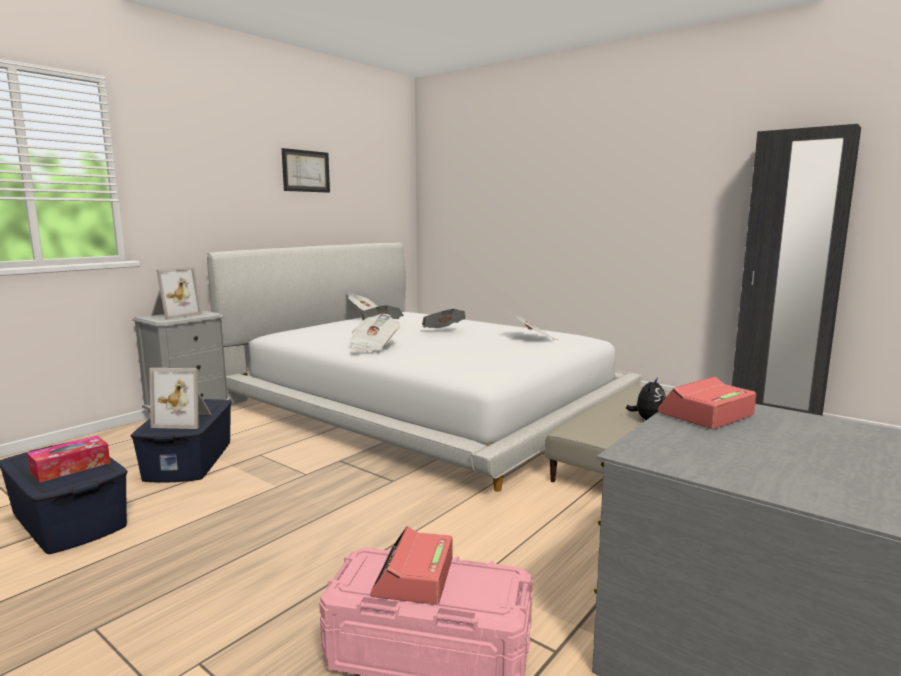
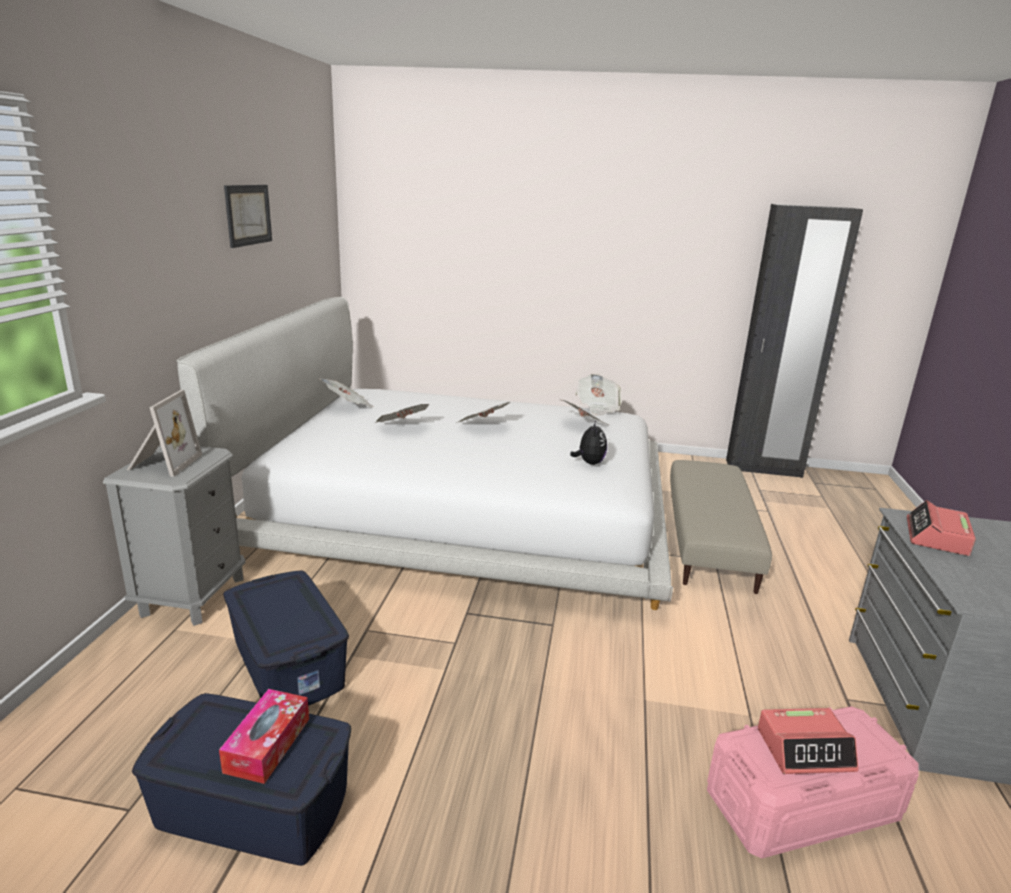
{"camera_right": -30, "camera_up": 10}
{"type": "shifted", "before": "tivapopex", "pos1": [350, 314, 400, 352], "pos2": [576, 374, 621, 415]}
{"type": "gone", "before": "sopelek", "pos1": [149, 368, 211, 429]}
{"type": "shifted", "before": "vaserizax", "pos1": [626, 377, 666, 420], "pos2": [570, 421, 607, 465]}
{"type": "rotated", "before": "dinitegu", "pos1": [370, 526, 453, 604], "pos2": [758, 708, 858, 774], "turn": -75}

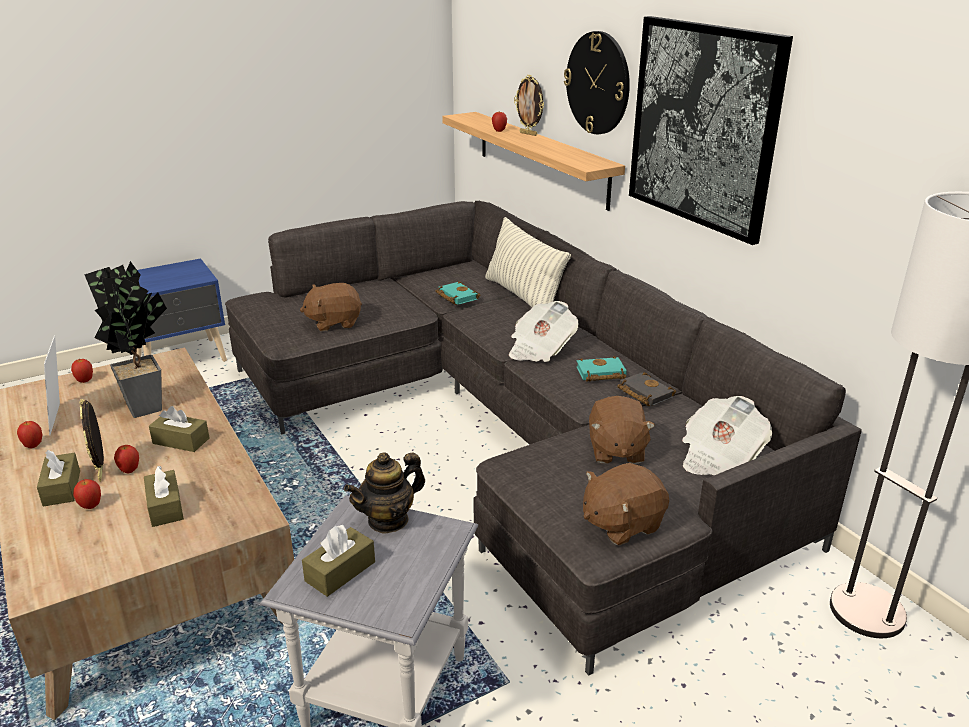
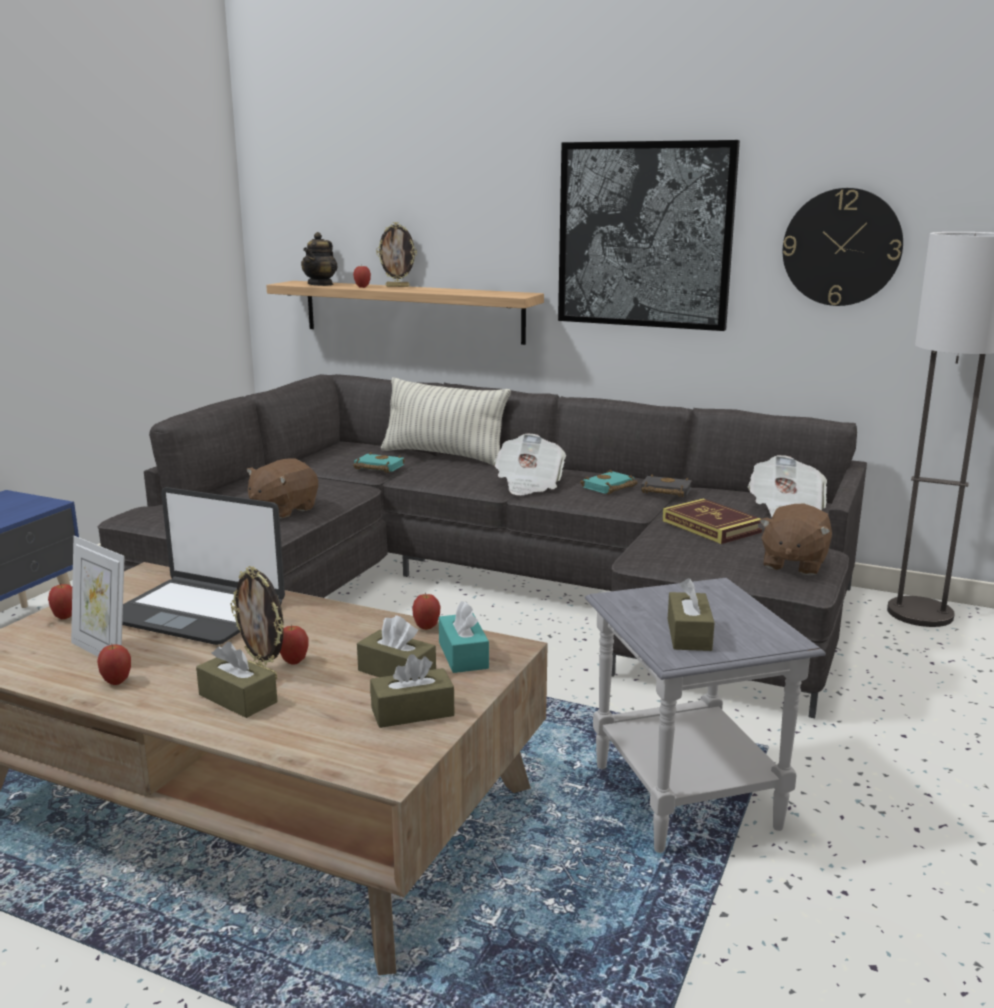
{"camera_right": -35, "camera_up": -10}
{"type": "shifted", "before": "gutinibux", "pos1": [564, 31, 630, 134], "pos2": [783, 188, 903, 306]}
{"type": "swapped", "before": "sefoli", "after": "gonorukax", "pos1": [84, 261, 167, 418], "pos2": [122, 487, 285, 645]}
{"type": "swapped", "before": "vaserizax (brown)", "after": "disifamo", "pos1": [589, 396, 655, 464], "pos2": [663, 498, 762, 544]}
{"type": "shifted", "before": "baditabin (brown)", "pos1": [149, 406, 209, 452], "pos2": [370, 654, 454, 728]}
{"type": "shifted", "before": "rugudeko", "pos1": [344, 452, 425, 534], "pos2": [301, 232, 338, 286]}
{"type": "shifted", "before": "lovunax", "pos1": [73, 479, 101, 509], "pos2": [412, 593, 441, 630]}
{"type": "new", "after": "baditabin (turquoise)", "pos2": [439, 601, 489, 673]}

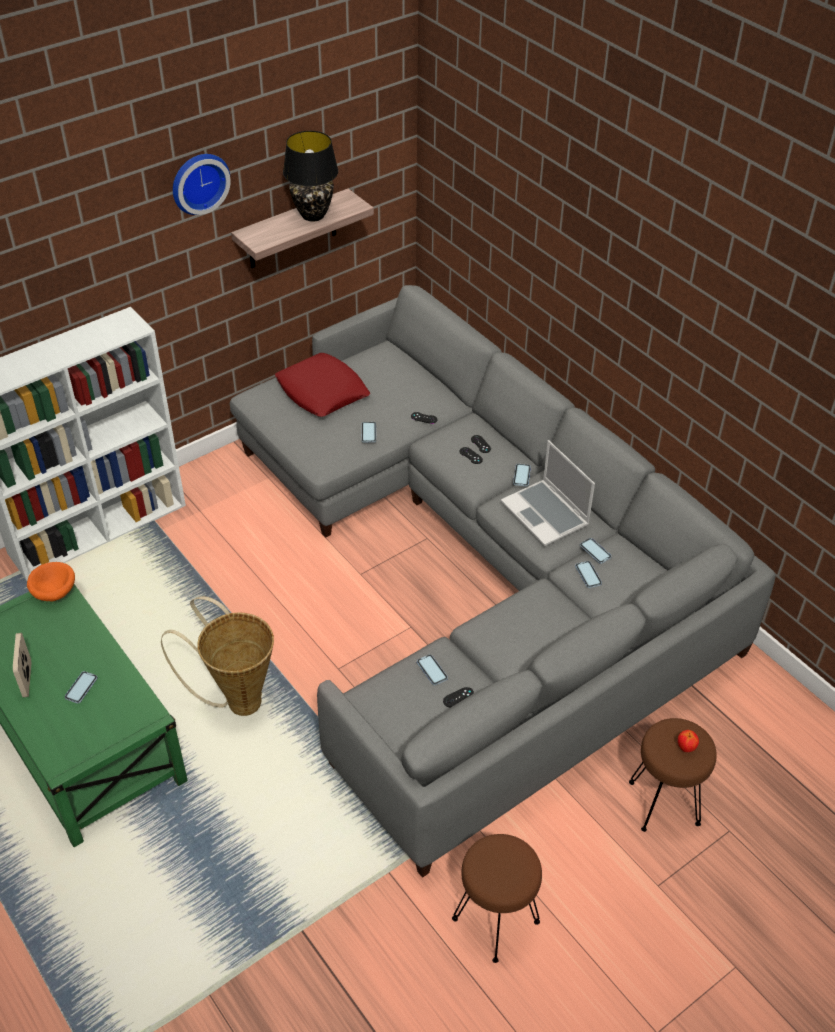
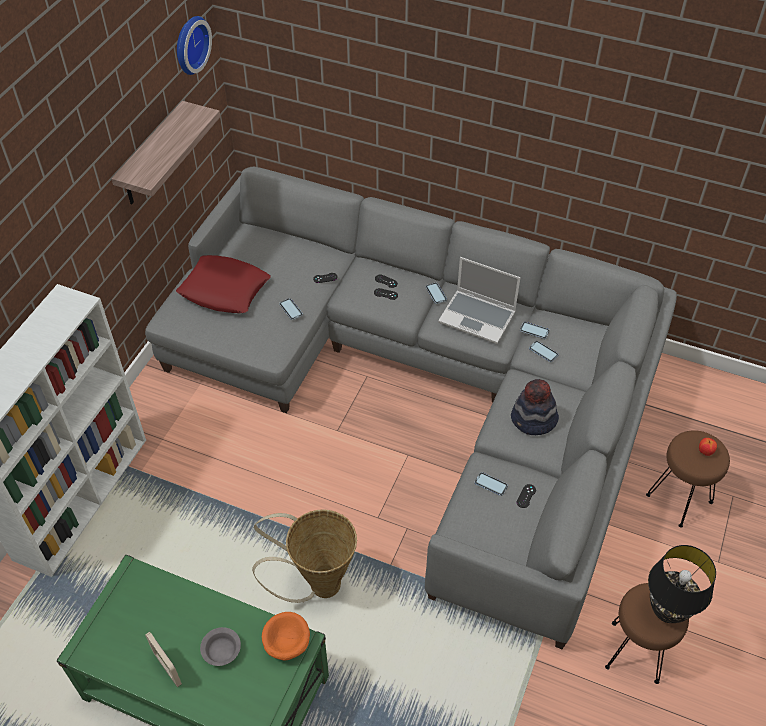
{"camera_right": -30, "camera_up": 5}
{"type": "shifted", "before": "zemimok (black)", "pos1": [283, 131, 338, 222], "pos2": [648, 545, 716, 623]}
{"type": "shifted", "before": "gutinibux", "pos1": [173, 154, 231, 215], "pos2": [177, 16, 212, 75]}
{"type": "shifted", "before": "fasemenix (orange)", "pos1": [27, 562, 75, 601], "pos2": [262, 612, 310, 661]}
{"type": "swapped", "before": "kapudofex", "after": "fasemenix (grey)", "pos1": [64, 671, 98, 703], "pos2": [200, 627, 241, 666]}
{"type": "new", "after": "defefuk", "pos2": [511, 379, 559, 435]}

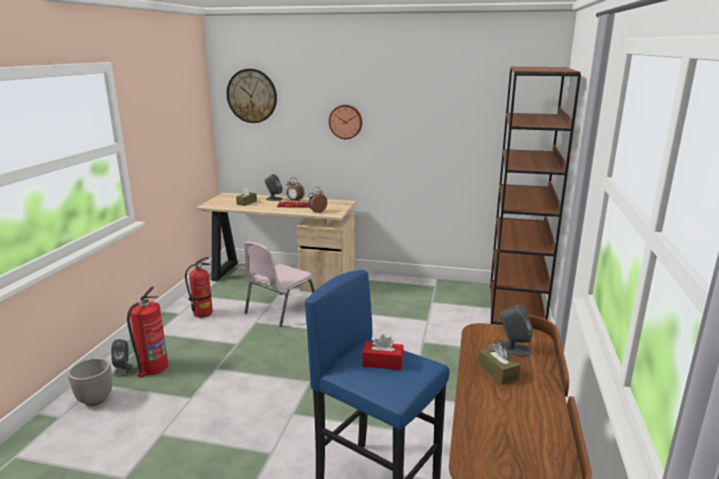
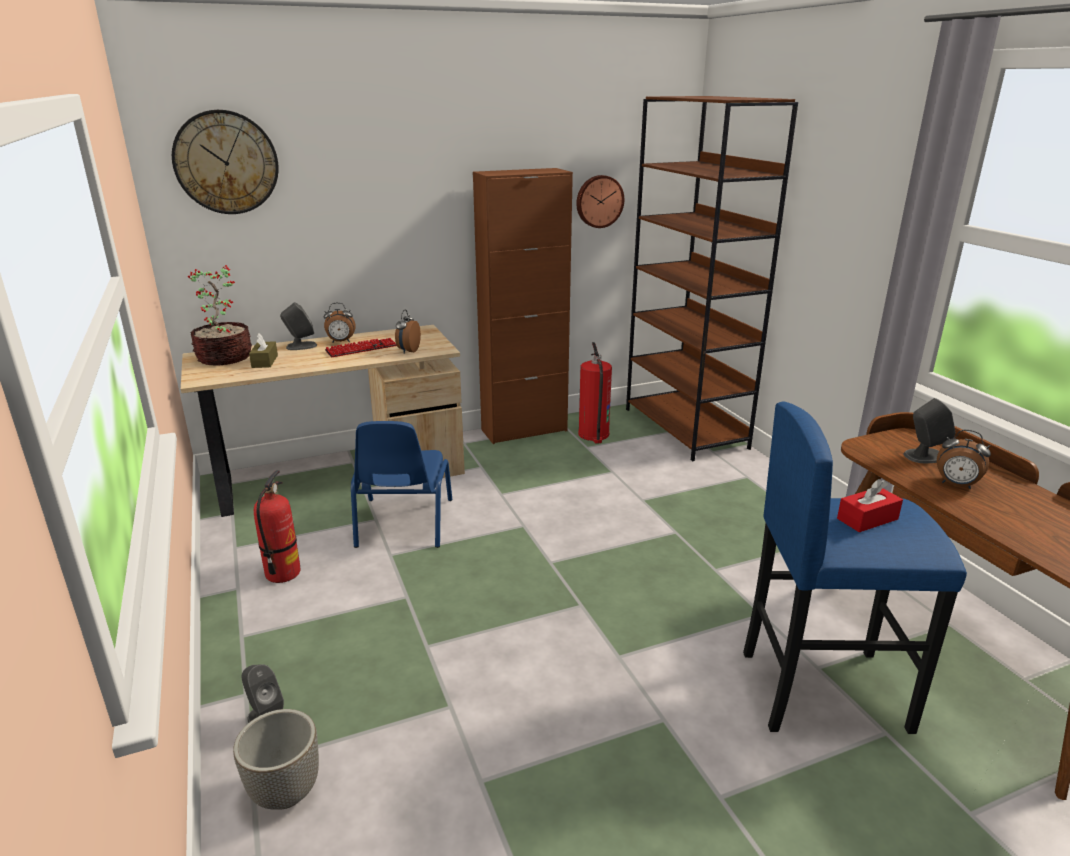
{"camera_right": -35, "camera_up": 5}
{"type": "shifted", "before": "gutinibux", "pos1": [329, 105, 362, 139], "pos2": [576, 175, 624, 228]}
{"type": "repainted", "before": "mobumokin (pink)", "after": "mobumokin (blue)", "pos1": [244, 242, 315, 327], "pos2": [351, 421, 452, 548]}
{"type": "shifted", "before": "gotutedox", "pos1": [127, 286, 169, 378], "pos2": [578, 342, 612, 444]}
{"type": "swapped", "before": "baditabin (brown)", "after": "dinitegu", "pos1": [478, 343, 520, 384], "pos2": [936, 430, 991, 489]}
{"type": "new", "after": "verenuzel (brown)", "pos2": [473, 168, 573, 444]}
{"type": "new", "after": "sefoli", "pos2": [187, 265, 252, 366]}

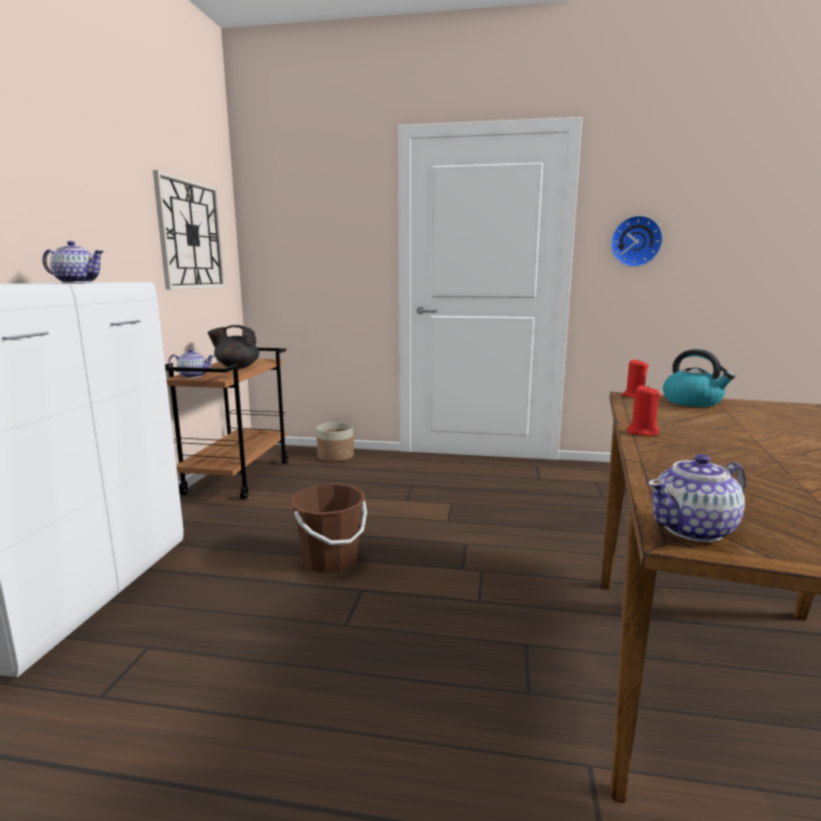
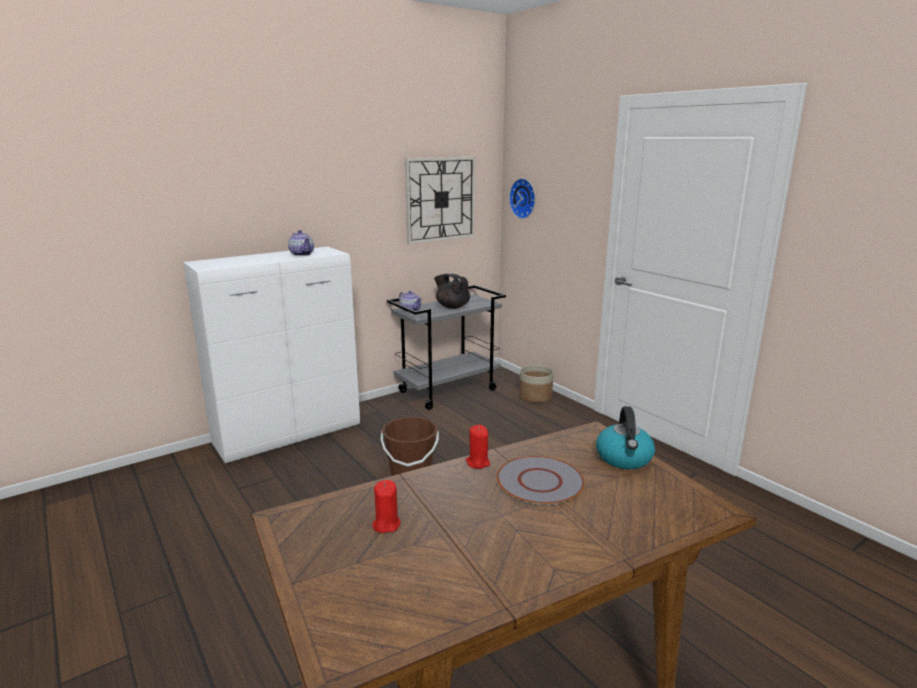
{"camera_right": 45, "camera_up": 5}
{"type": "shifted", "before": "gutinibux", "pos1": [610, 215, 663, 267], "pos2": [509, 178, 536, 219]}
{"type": "repainted", "before": "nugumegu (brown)", "after": "nugumegu (grey)", "pos1": [165, 348, 288, 500], "pos2": [387, 285, 506, 410]}
{"type": "shifted", "before": "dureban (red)", "pos1": [622, 359, 648, 398], "pos2": [372, 480, 401, 533]}
{"type": "gone", "before": "rugudeko", "pos1": [648, 454, 746, 542]}
{"type": "new", "after": "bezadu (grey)", "pos2": [496, 456, 585, 505]}

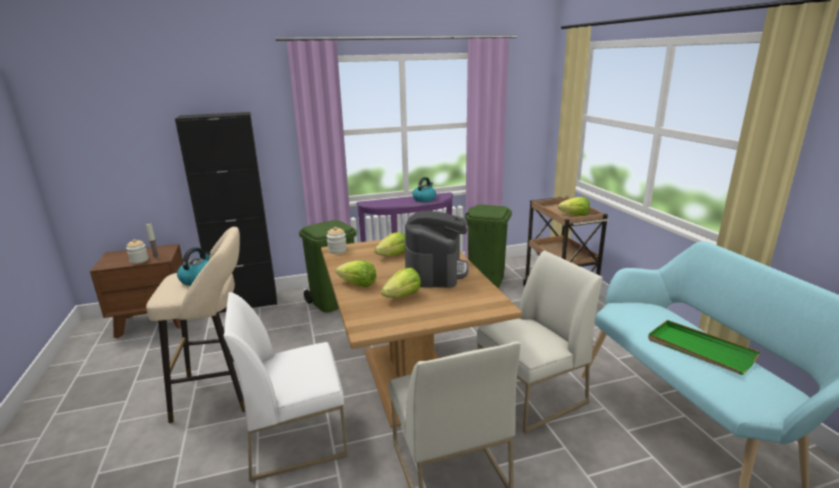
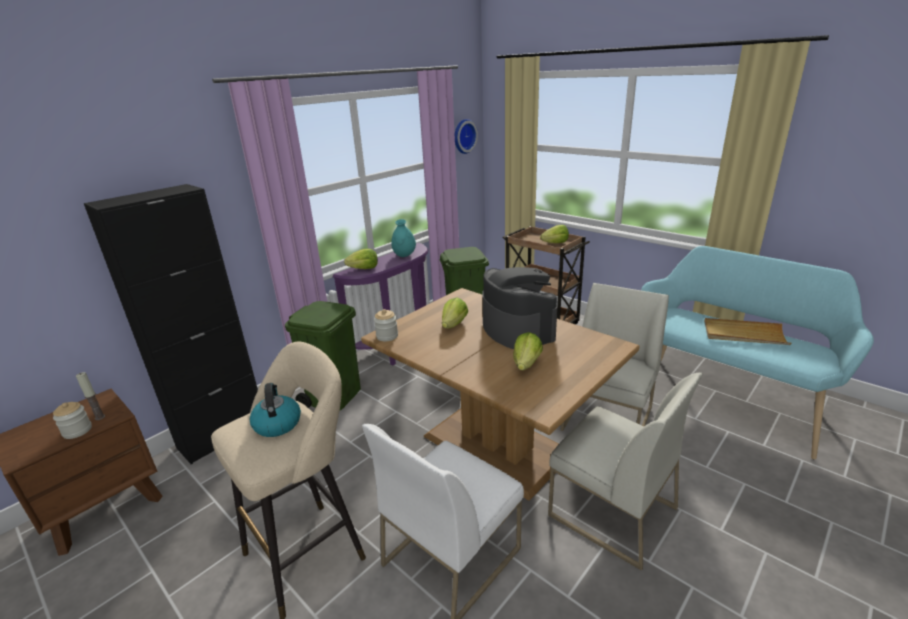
{"camera_right": -30, "camera_up": 5}
{"type": "swapped", "before": "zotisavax", "after": "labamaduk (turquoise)", "pos1": [412, 177, 436, 202], "pos2": [391, 219, 416, 257]}
{"type": "shifted", "before": "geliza", "pos1": [335, 260, 376, 287], "pos2": [344, 249, 378, 269]}
{"type": "repainted", "before": "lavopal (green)", "after": "lavopal (beige)", "pos1": [648, 320, 760, 375], "pos2": [704, 318, 792, 345]}
{"type": "new", "after": "gutinibux", "pos2": [455, 119, 478, 154]}

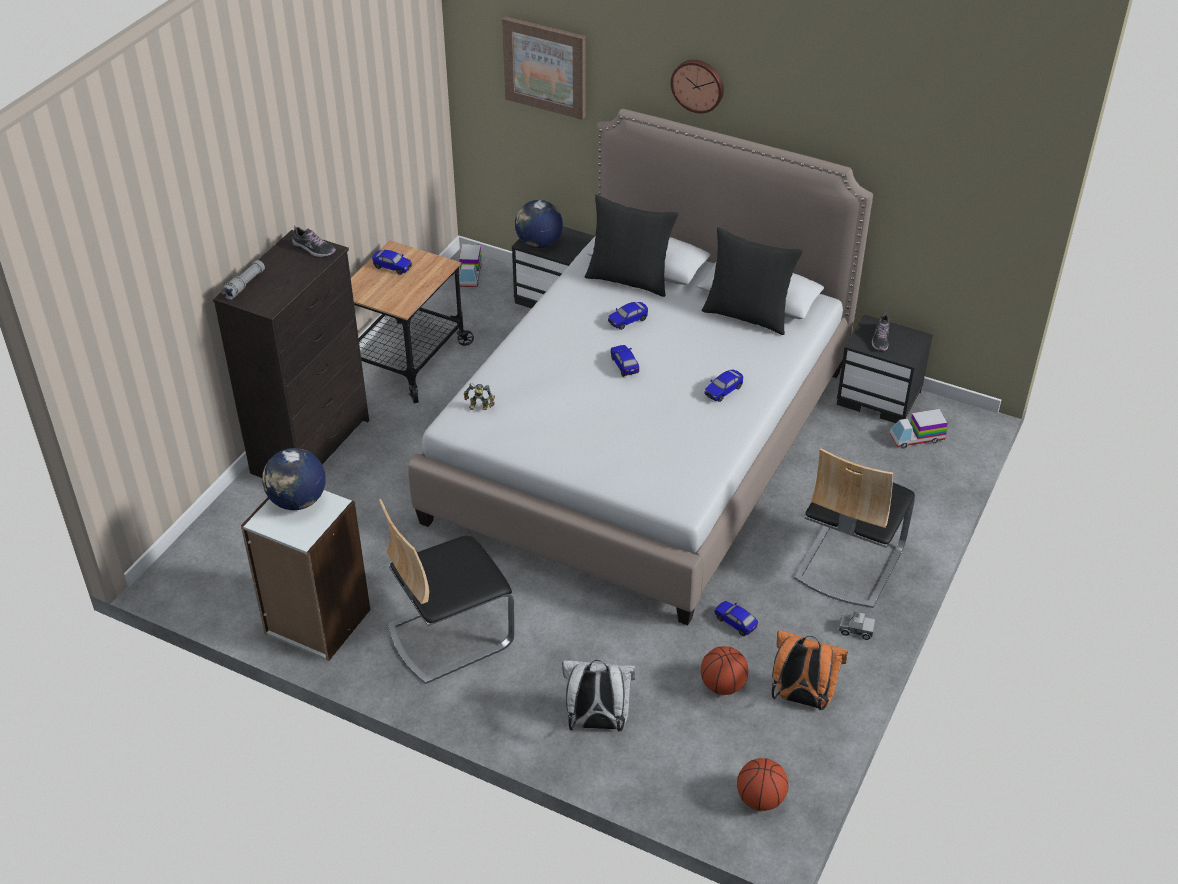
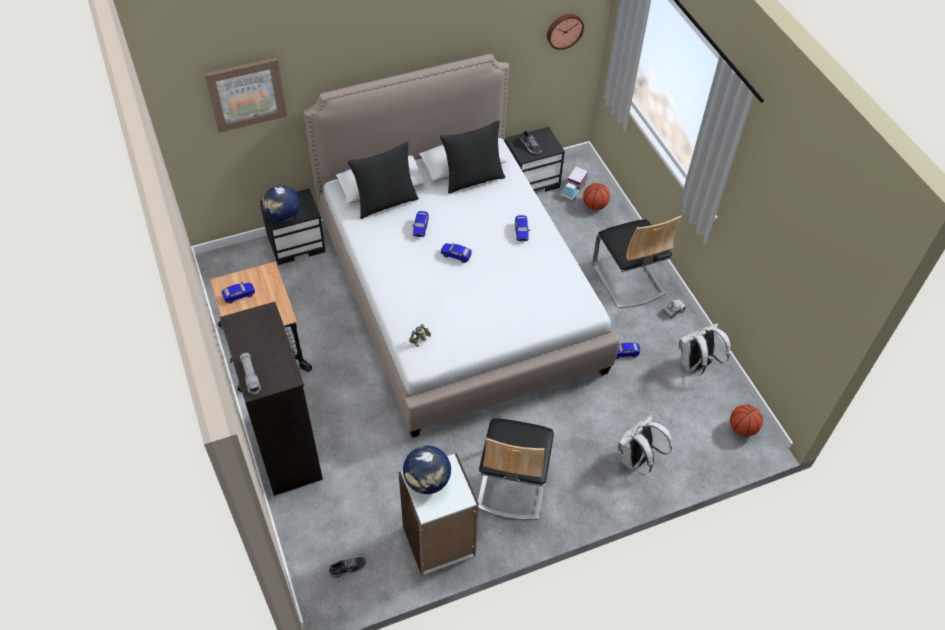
{"camera_right": -50, "camera_up": 10}
{"type": "shifted", "before": "gutinibux", "pos1": [671, 60, 724, 114], "pos2": [547, 14, 584, 50]}
{"type": "shifted", "before": "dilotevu", "pos1": [292, 225, 336, 257], "pos2": [329, 557, 366, 578]}
{"type": "gone", "before": "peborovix", "pos1": [459, 244, 482, 287]}
{"type": "repainted", "before": "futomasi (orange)", "after": "futomasi (white)", "pos1": [772, 630, 848, 710], "pos2": [679, 323, 731, 376]}
{"type": "shifted", "before": "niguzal", "pos1": [701, 646, 748, 695], "pos2": [583, 183, 610, 210]}

